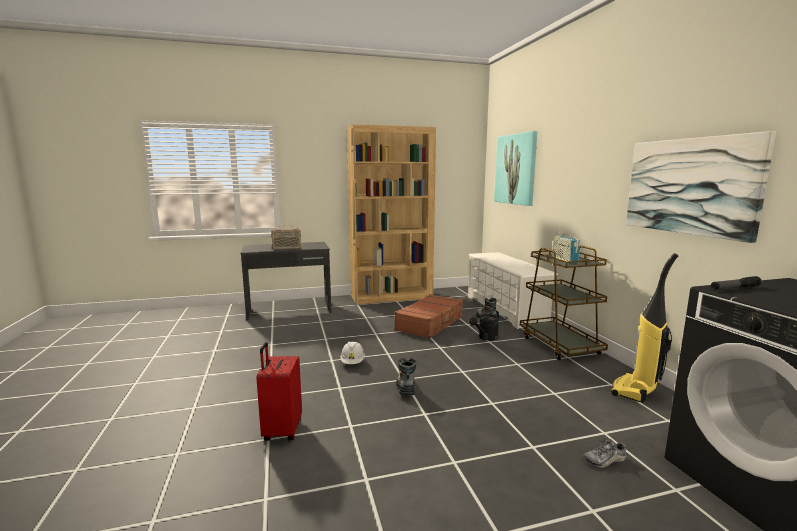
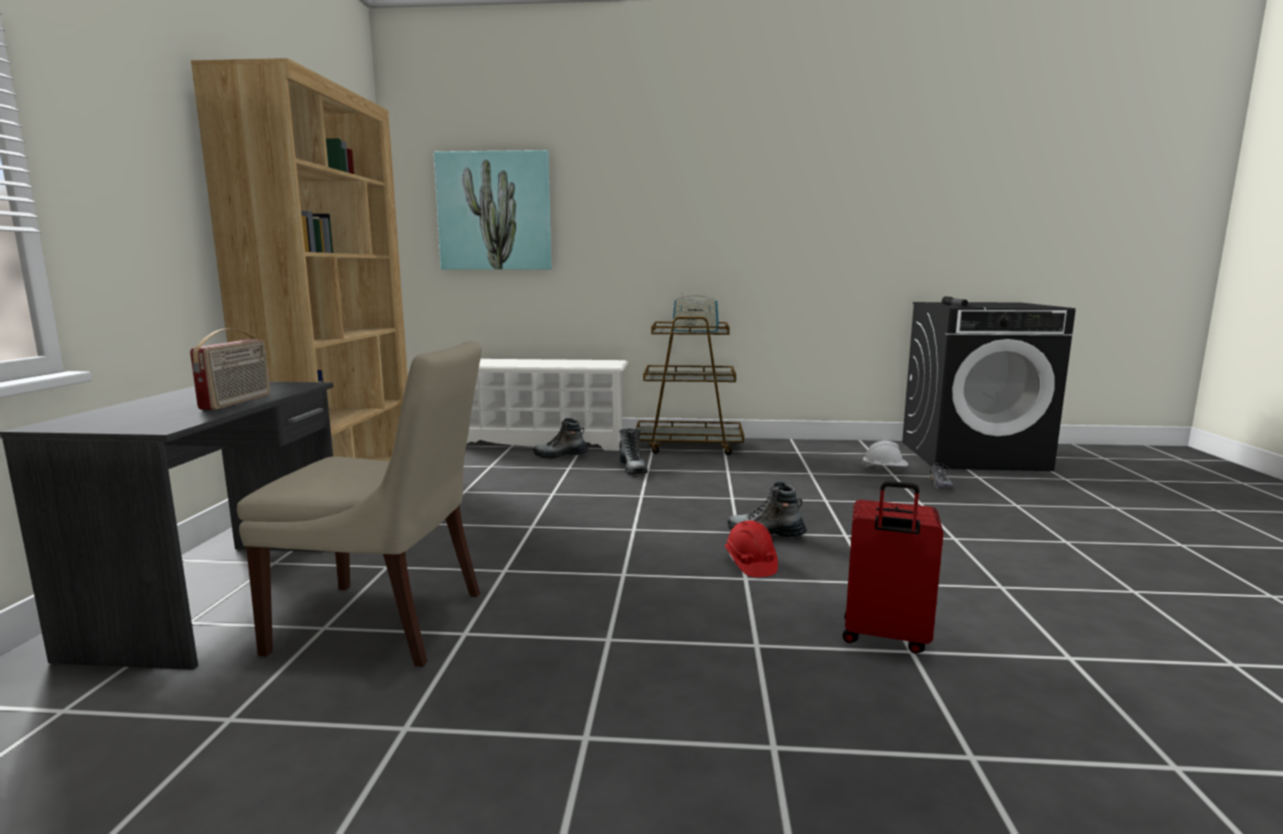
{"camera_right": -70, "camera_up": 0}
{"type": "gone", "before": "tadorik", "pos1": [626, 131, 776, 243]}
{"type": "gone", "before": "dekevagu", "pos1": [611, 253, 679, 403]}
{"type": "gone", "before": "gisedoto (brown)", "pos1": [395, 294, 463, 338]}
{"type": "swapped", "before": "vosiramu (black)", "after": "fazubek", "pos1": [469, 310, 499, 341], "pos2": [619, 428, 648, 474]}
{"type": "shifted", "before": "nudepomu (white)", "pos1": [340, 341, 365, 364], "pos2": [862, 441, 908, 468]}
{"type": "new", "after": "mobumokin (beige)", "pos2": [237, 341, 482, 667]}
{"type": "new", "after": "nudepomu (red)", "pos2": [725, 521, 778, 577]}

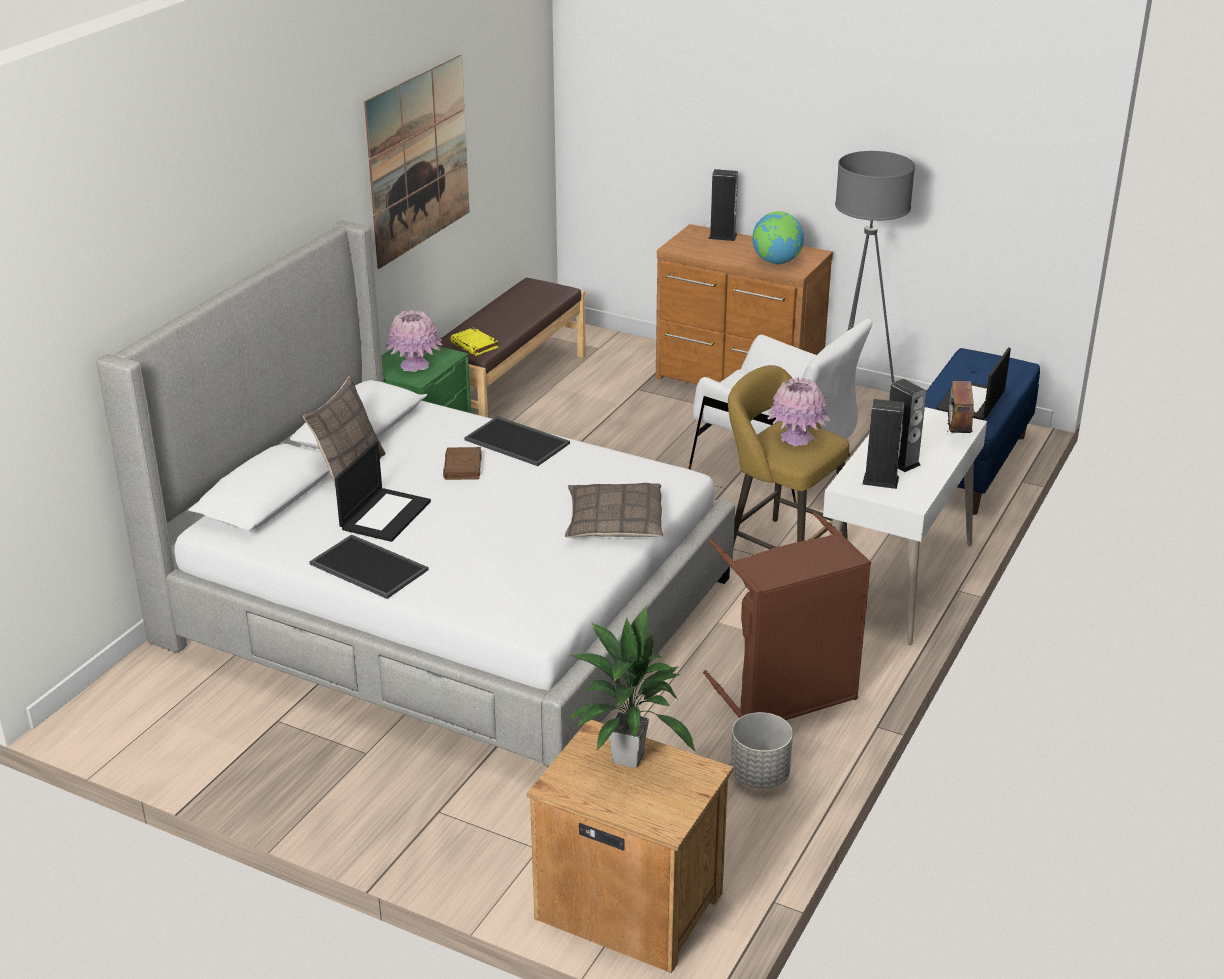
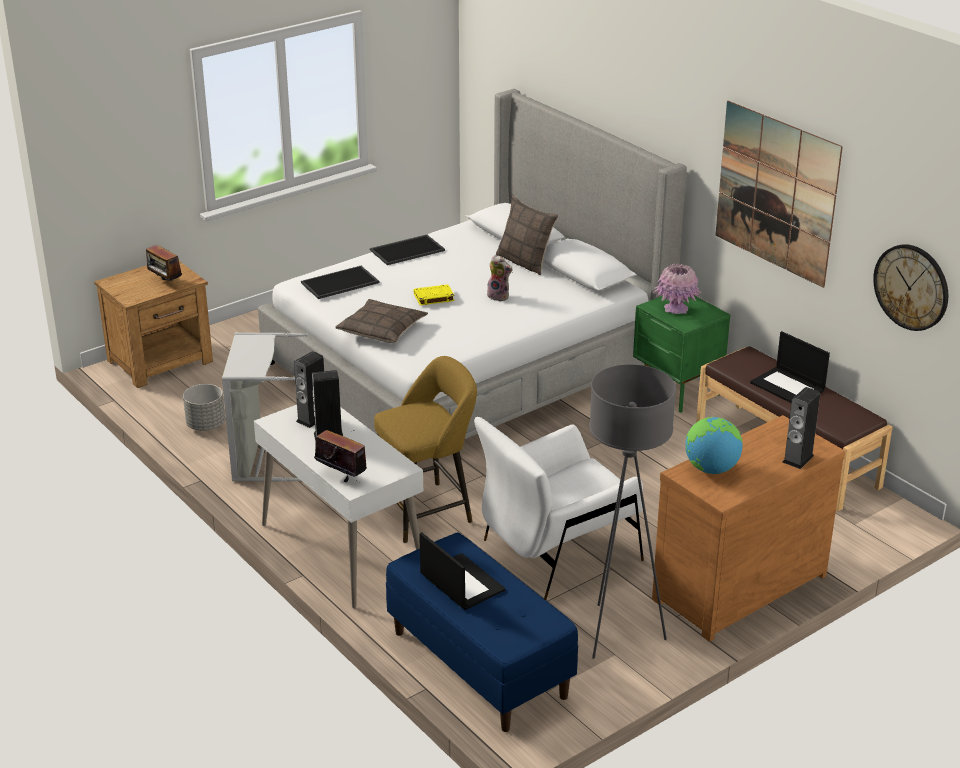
{"camera_right": 115, "camera_up": 0}
{"type": "shifted", "before": "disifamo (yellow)", "pos1": [450, 327, 498, 356], "pos2": [414, 284, 455, 305]}
{"type": "gone", "before": "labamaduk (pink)", "pos1": [767, 377, 830, 446]}
{"type": "shifted", "before": "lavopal", "pos1": [464, 416, 570, 466], "pos2": [301, 266, 379, 299]}
{"type": "shifted", "before": "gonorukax", "pos1": [335, 441, 431, 542], "pos2": [750, 331, 830, 403]}
{"type": "swapped", "before": "disifamo (brown)", "after": "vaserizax", "pos1": [443, 447, 482, 480], "pos2": [486, 255, 512, 302]}
{"type": "repainted", "before": "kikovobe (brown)", "after": "kikovobe (grey)", "pos1": [703, 511, 871, 720], "pos2": [222, 332, 308, 482]}
{"type": "swapped", "before": "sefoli", "after": "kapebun", "pos1": [568, 605, 696, 768], "pos2": [146, 241, 182, 281]}
{"type": "new", "after": "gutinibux", "pos2": [873, 244, 948, 331]}

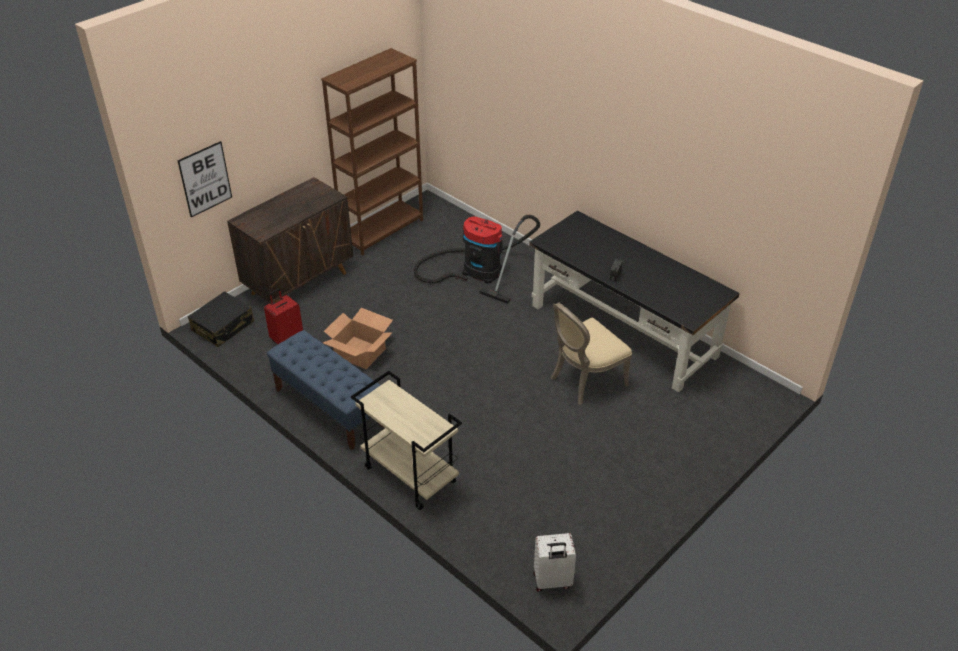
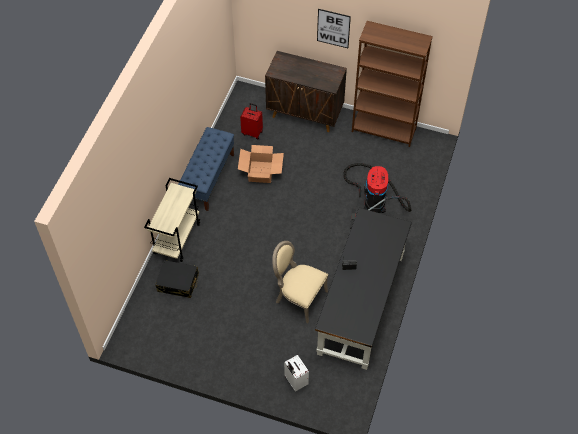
{"camera_right": 65, "camera_up": 15}
{"type": "shifted", "before": "tadorik", "pos1": [178, 141, 232, 217], "pos2": [317, 9, 351, 48]}
{"type": "shifted", "before": "gisedoto (black)", "pos1": [188, 291, 254, 347], "pos2": [155, 260, 199, 298]}
{"type": "shifted", "before": "gisedoto (white)", "pos1": [533, 533, 576, 592], "pos2": [284, 355, 309, 392]}

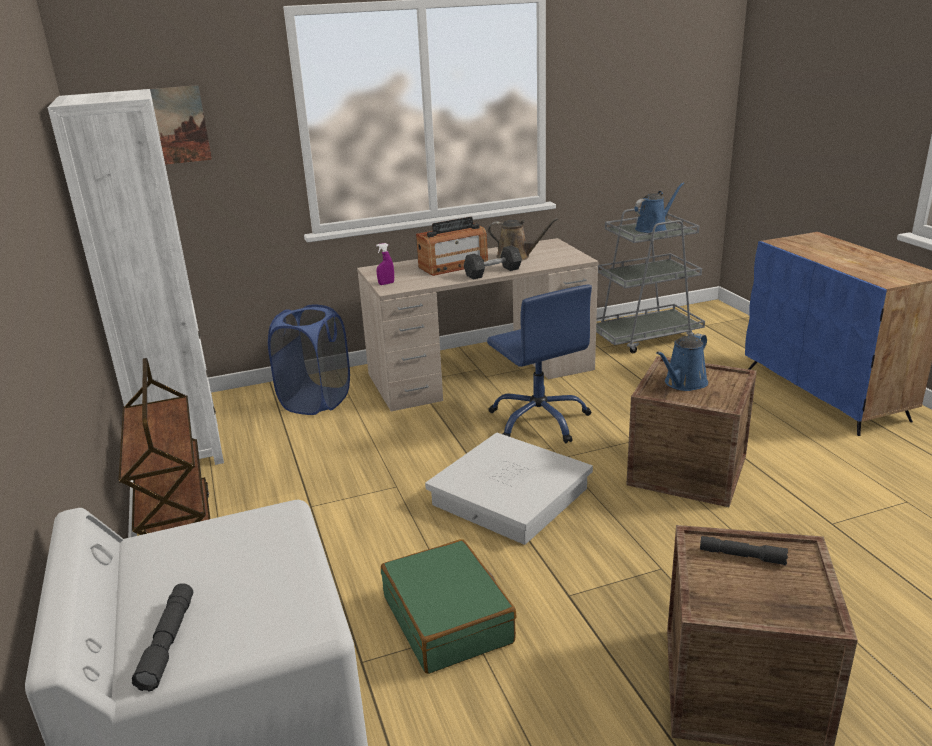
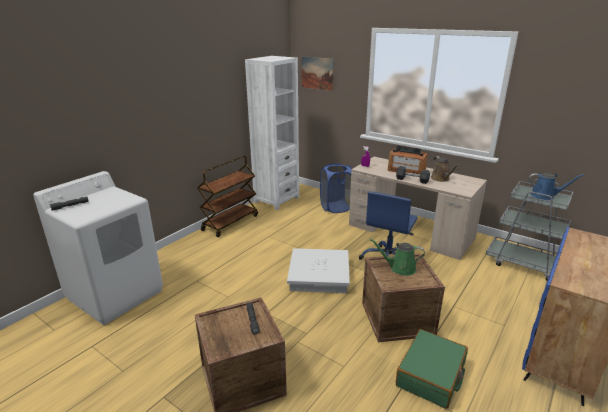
{"camera_right": 55, "camera_up": 0}
{"type": "repainted", "before": "vosiramu (blue)", "after": "vosiramu (green)", "pos1": [656, 333, 708, 391], "pos2": [370, 239, 425, 276]}
{"type": "shifted", "before": "gisedoto (green)", "pos1": [381, 539, 517, 674], "pos2": [396, 329, 468, 409]}

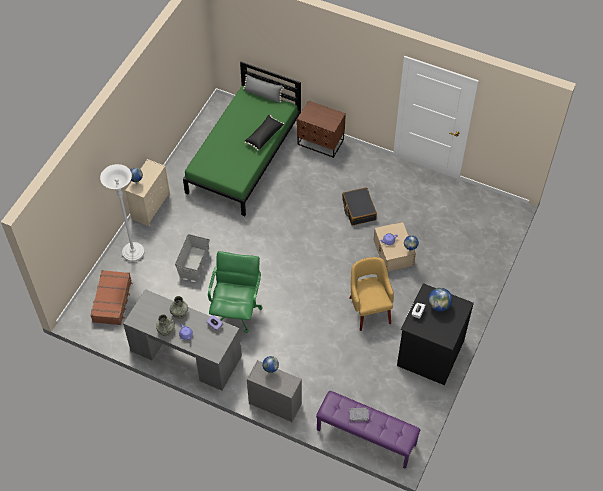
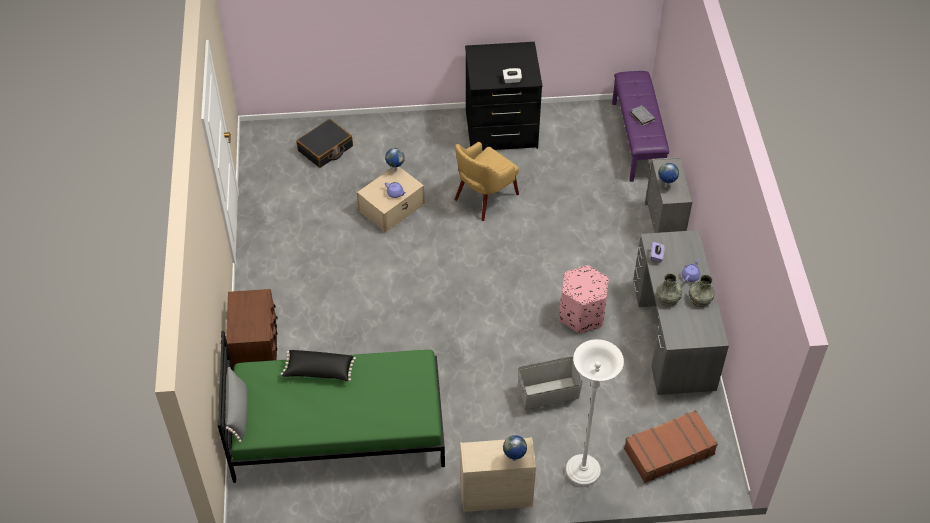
{"camera_right": -120, "camera_up": -5}
{"type": "shifted", "before": "gisedoto (black)", "pos1": [342, 187, 377, 226], "pos2": [296, 119, 353, 168]}
{"type": "swapped", "before": "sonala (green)", "after": "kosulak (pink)", "pos1": [208, 251, 263, 333], "pos2": [559, 265, 609, 334]}
{"type": "gone", "before": "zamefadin", "pos1": [428, 288, 452, 311]}

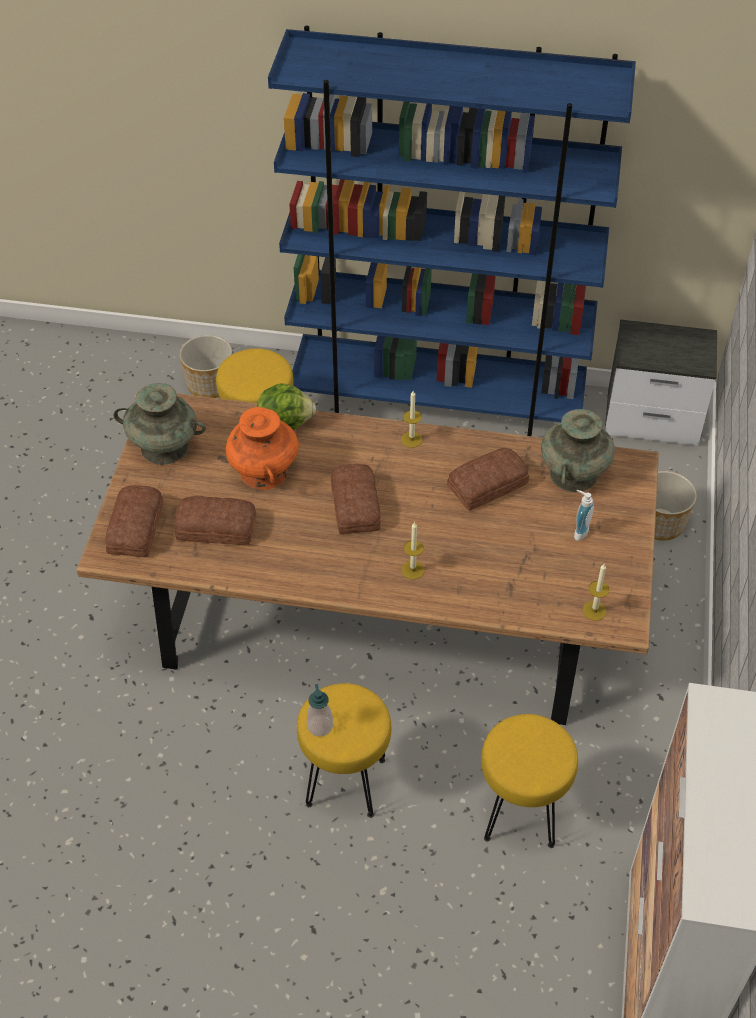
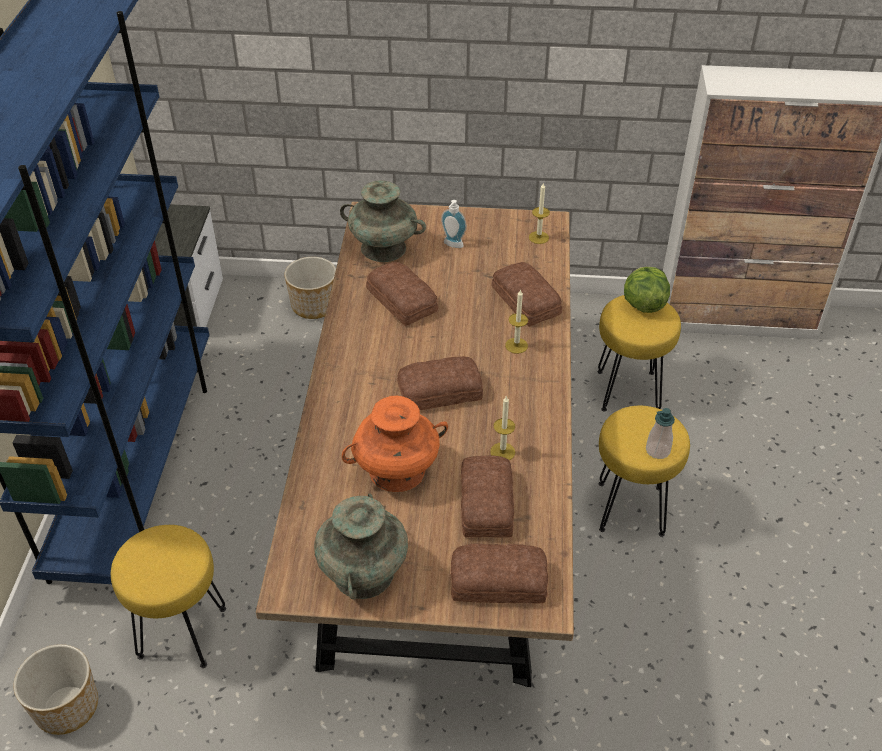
{"camera_right": -95, "camera_up": -5}
{"type": "shifted", "before": "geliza", "pos1": [257, 383, 316, 430], "pos2": [624, 267, 670, 313]}
{"type": "shifted", "before": "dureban", "pos1": [401, 391, 422, 448], "pos2": [490, 395, 515, 460]}
{"type": "new", "after": "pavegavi", "pos2": [491, 262, 562, 327]}

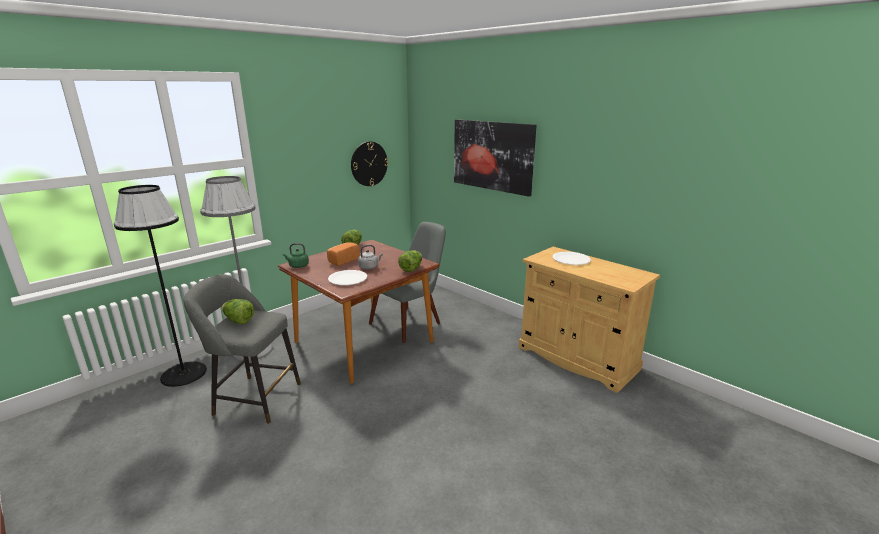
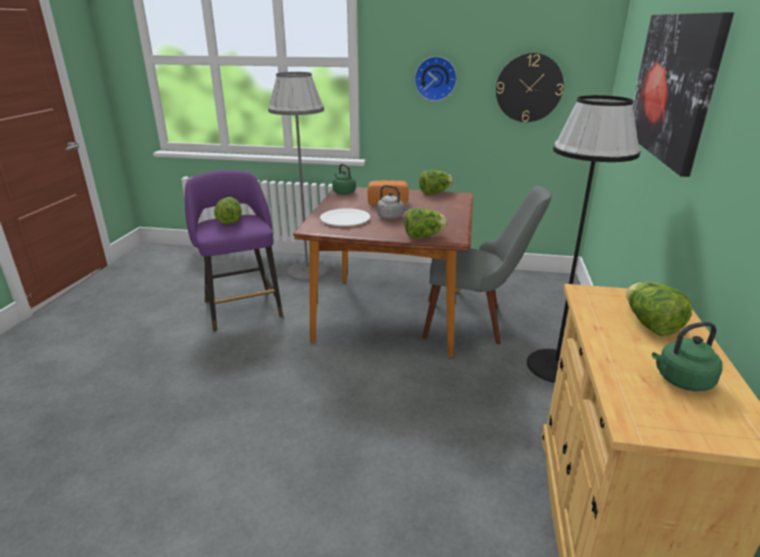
{"camera_right": 55, "camera_up": 5}
{"type": "shifted", "before": "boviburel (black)", "pos1": [114, 185, 207, 387], "pos2": [527, 95, 640, 383]}
{"type": "swapped", "before": "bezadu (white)", "after": "geliza", "pos1": [553, 252, 591, 265], "pos2": [626, 282, 692, 336]}
{"type": "repainted", "before": "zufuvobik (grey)", "after": "zufuvobik (purple)", "pos1": [183, 274, 301, 424], "pos2": [185, 170, 283, 332]}
{"type": "new", "after": "gutinibux", "pos2": [414, 56, 457, 101]}
{"type": "new", "after": "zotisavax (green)", "pos2": [652, 322, 723, 391]}

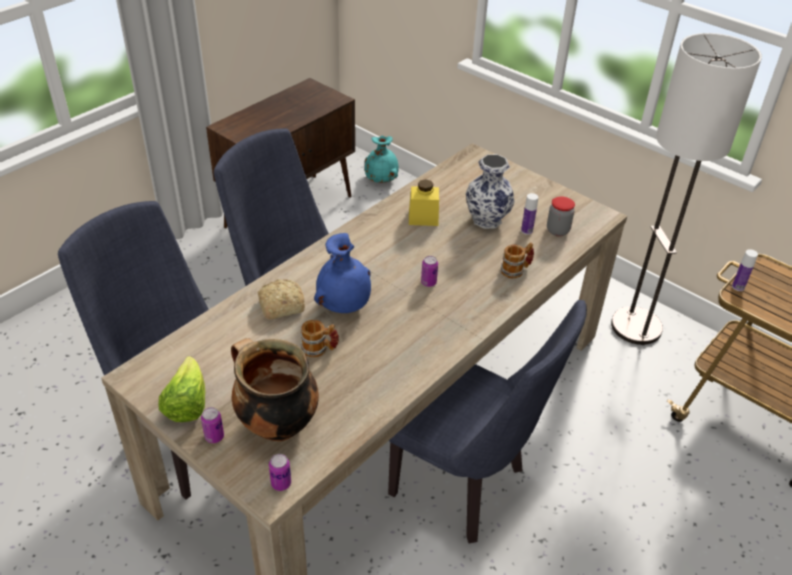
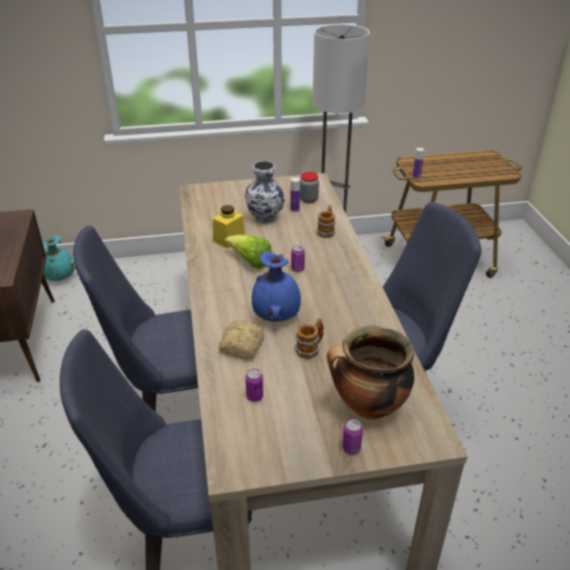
{"camera_right": -50, "camera_up": -5}
{"type": "shifted", "before": "geliza", "pos1": [159, 356, 205, 422], "pos2": [225, 235, 272, 269]}
{"type": "shifted", "before": "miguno", "pos1": [269, 454, 291, 491], "pos2": [245, 369, 263, 402]}

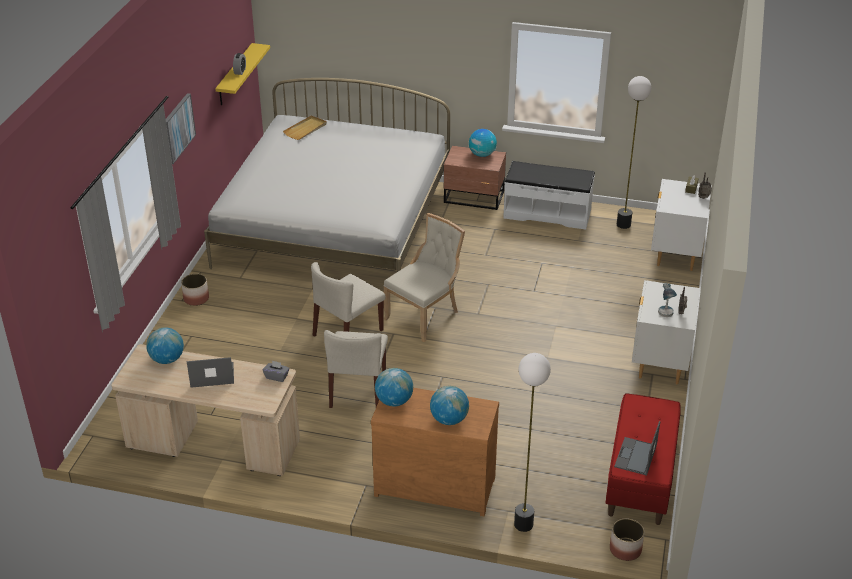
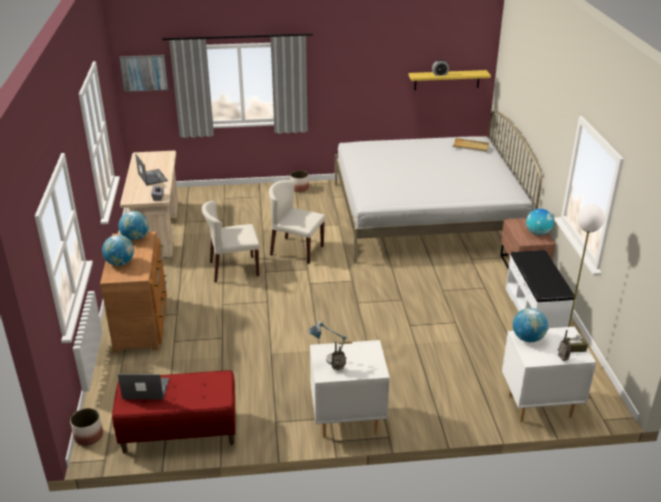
{"camera_right": 70, "camera_up": -5}
{"type": "shifted", "before": "tadorik", "pos1": [166, 93, 196, 164], "pos2": [119, 55, 169, 92]}
{"type": "gone", "before": "mobumokin (beige)", "pos1": [384, 213, 465, 342]}
{"type": "shifted", "before": "zamefadin", "pos1": [146, 328, 184, 364], "pos2": [513, 308, 548, 342]}
{"type": "gone", "before": "boviburel", "pos1": [514, 353, 551, 532]}

